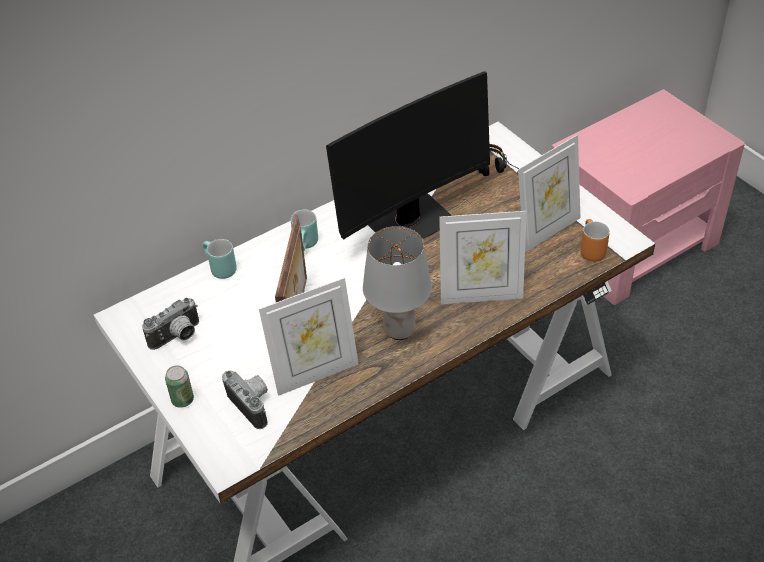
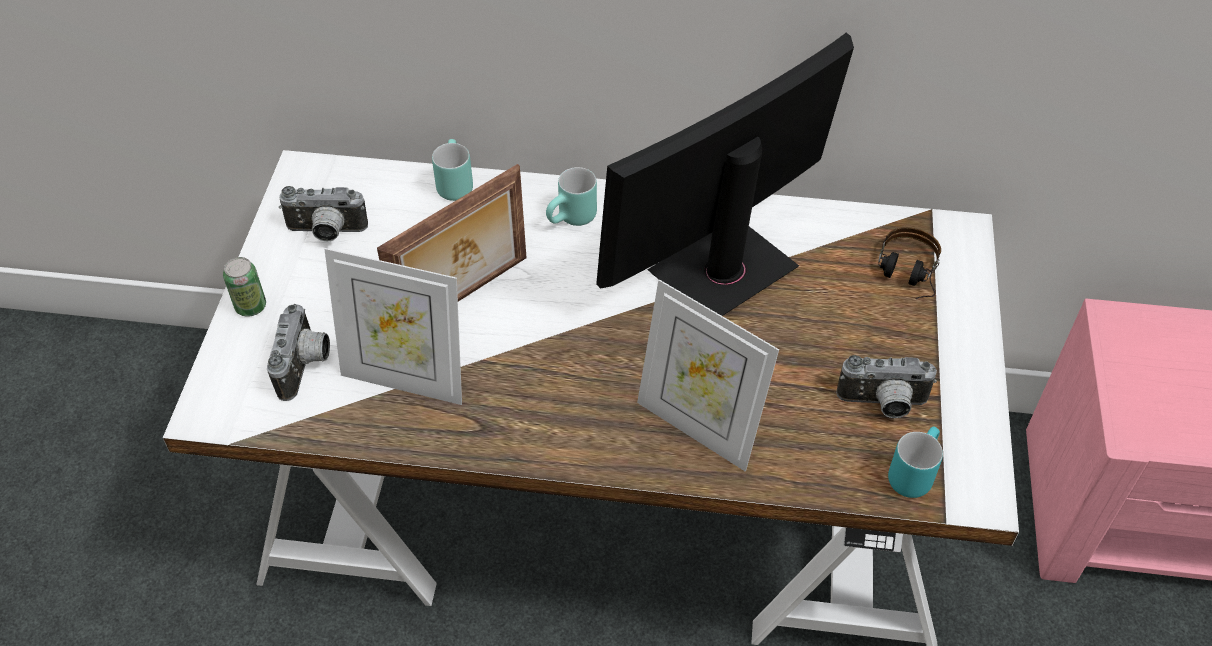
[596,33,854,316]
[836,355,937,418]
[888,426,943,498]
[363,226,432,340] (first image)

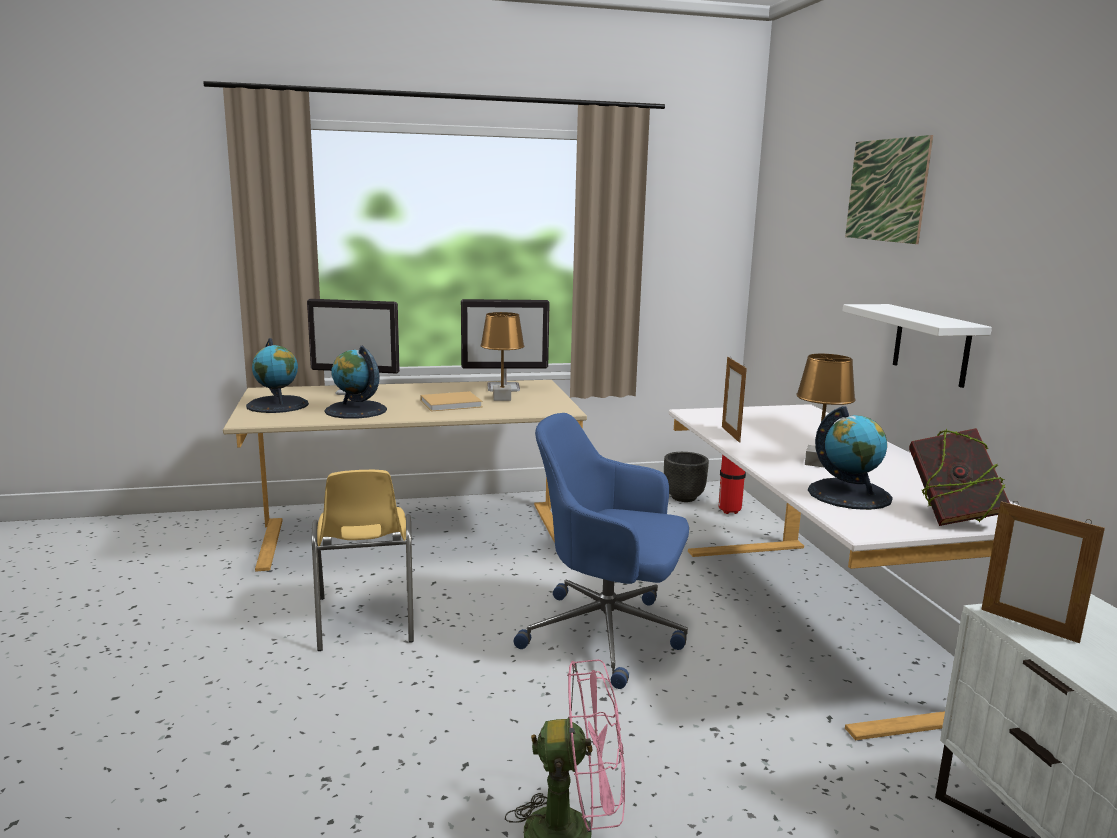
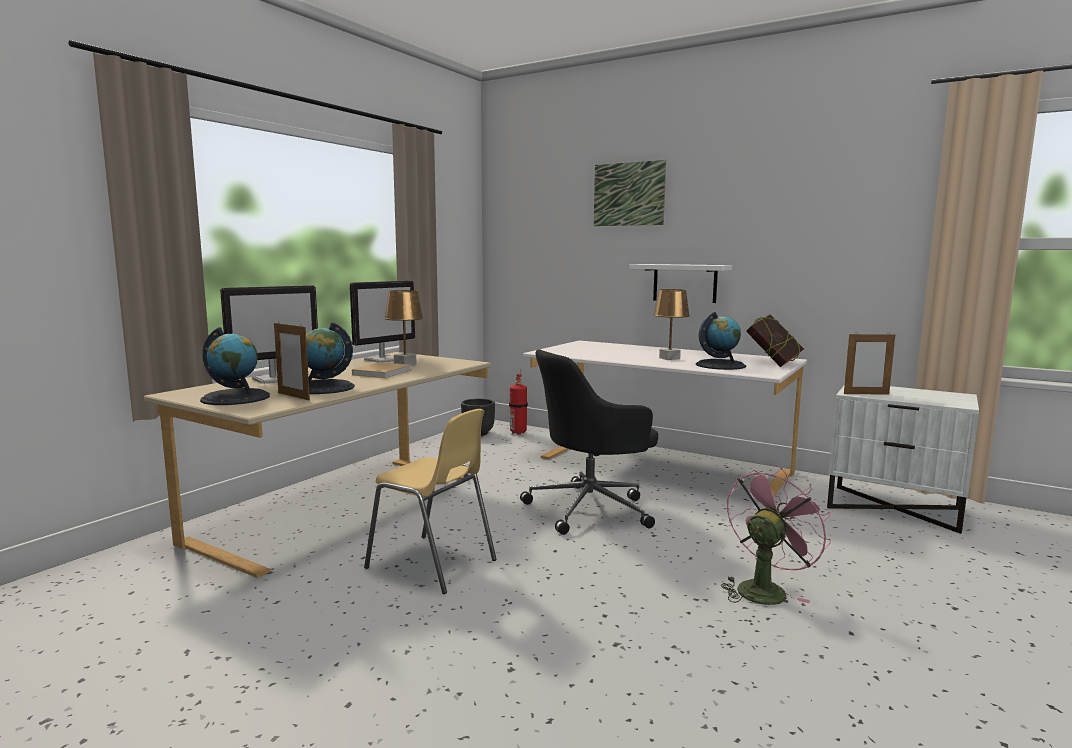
[274,321,310,400]
[520,349,658,535]

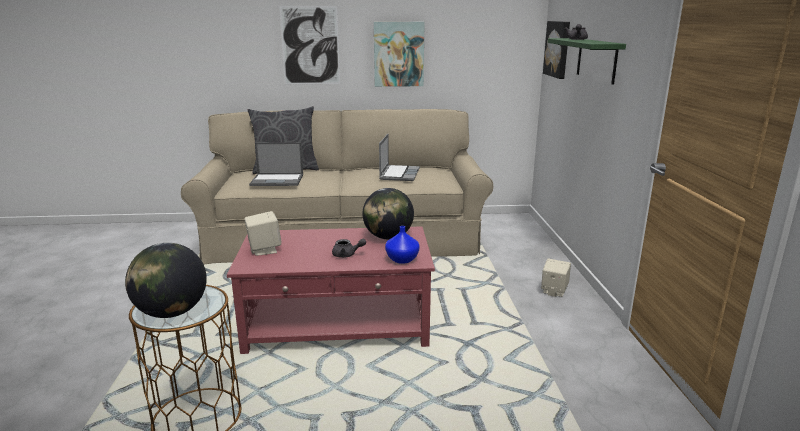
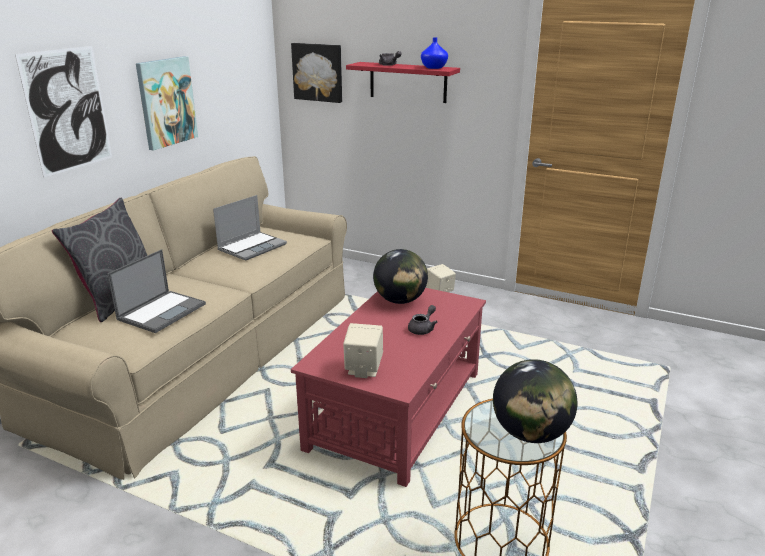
[213,195,287,261]
[346,62,460,103]
[421,37,448,69]

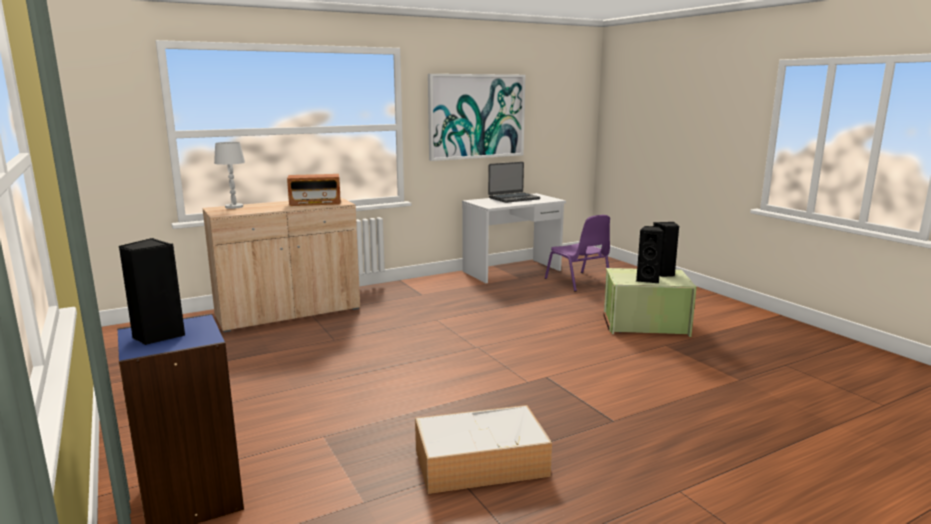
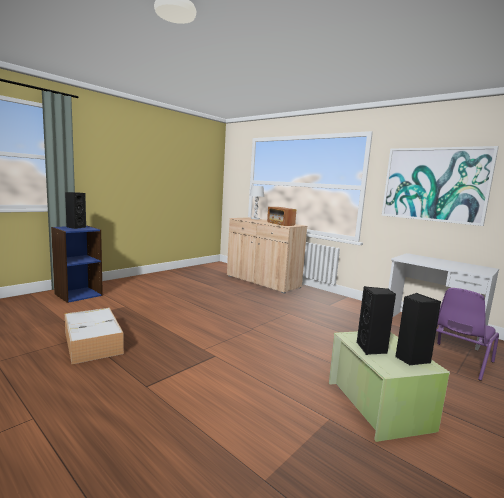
[488,162,540,203] (first image)

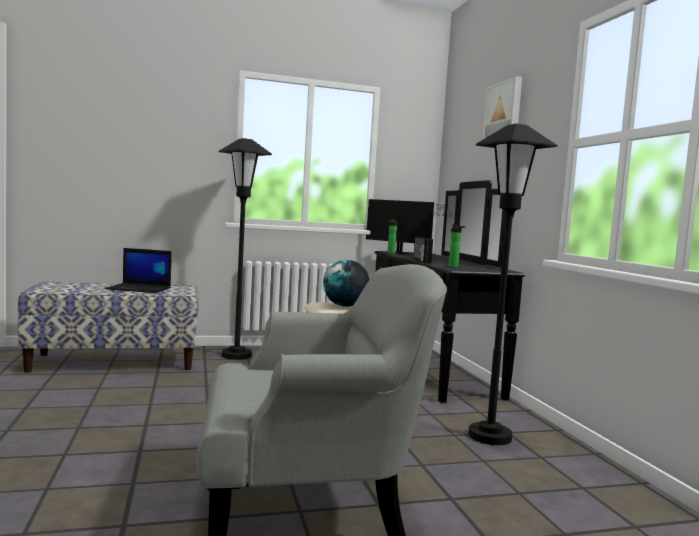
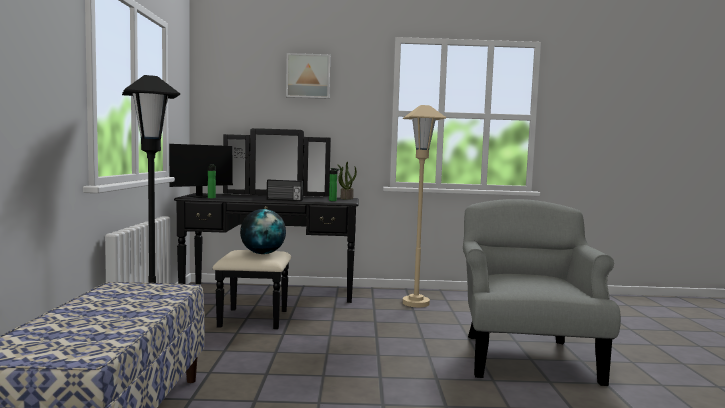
[337,162,357,200]
[403,105,446,307]
[105,248,172,293] (first image)

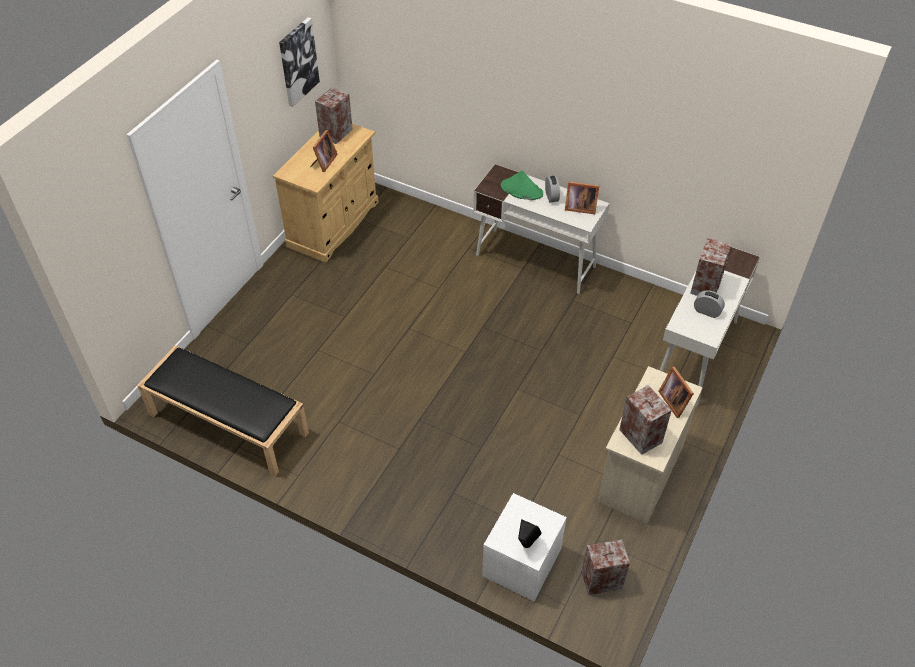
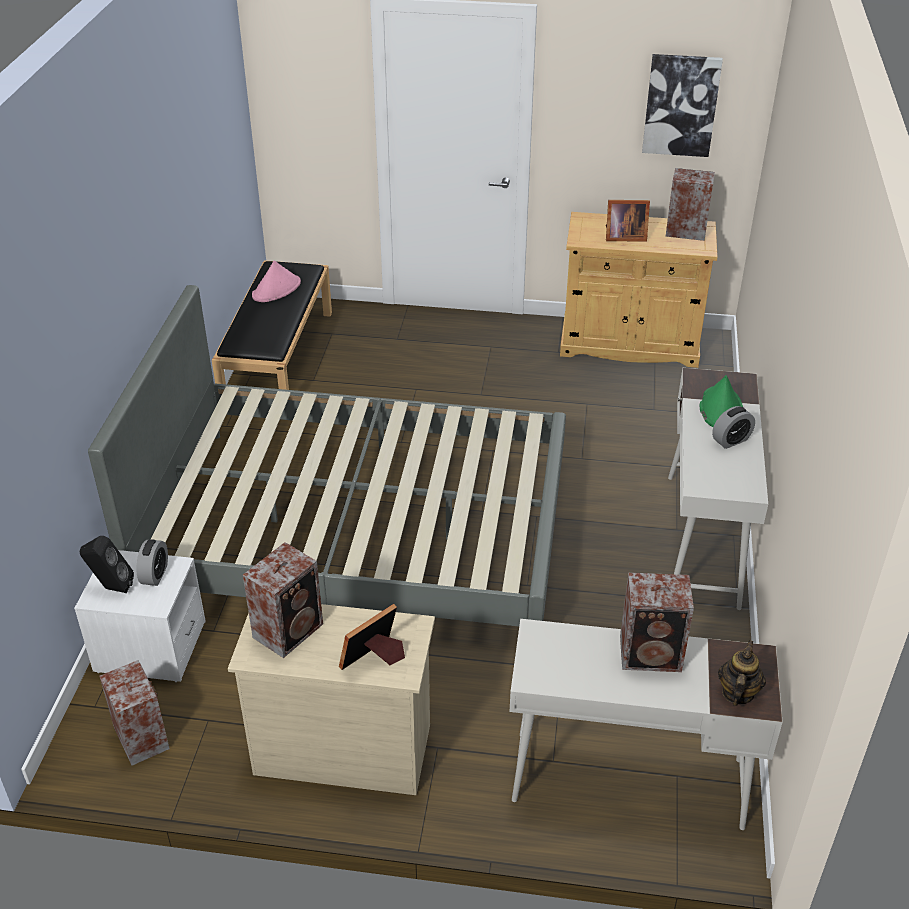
[88,285,566,627]
[137,539,168,586]
[252,260,301,302]
[718,640,766,706]
[565,182,599,214] (first image)

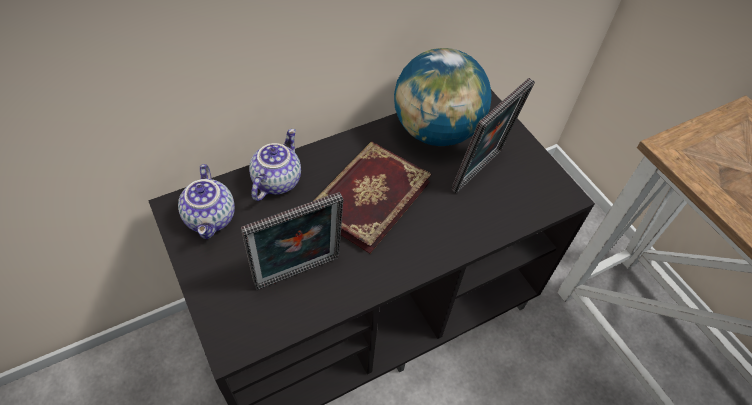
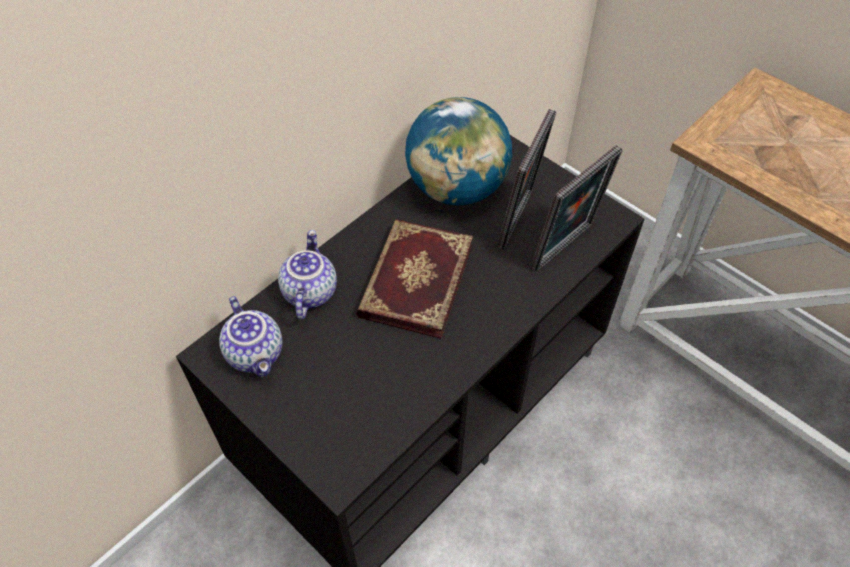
[531,145,623,272]

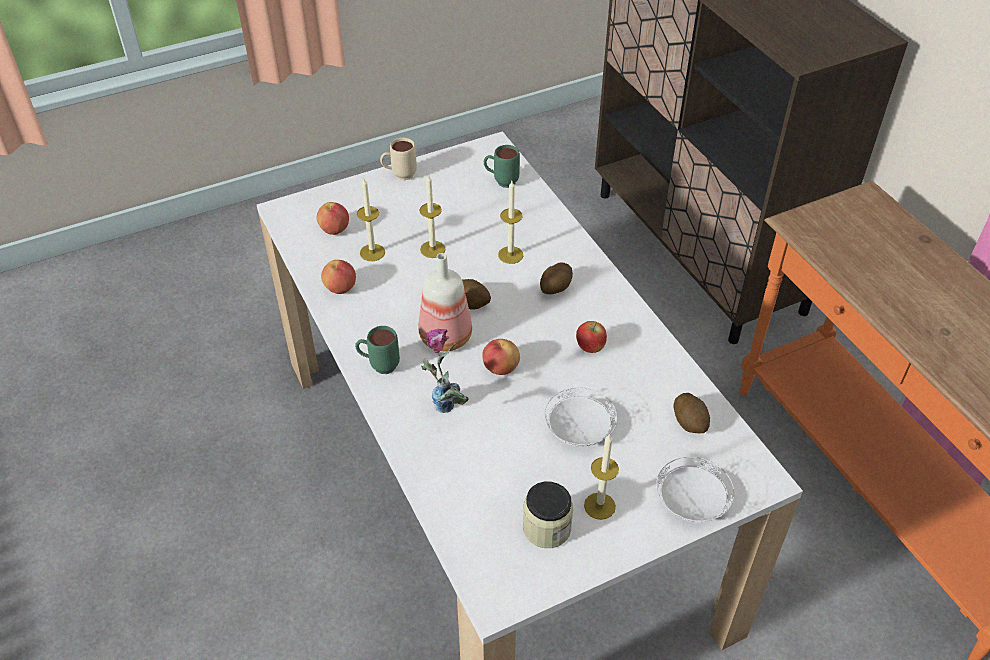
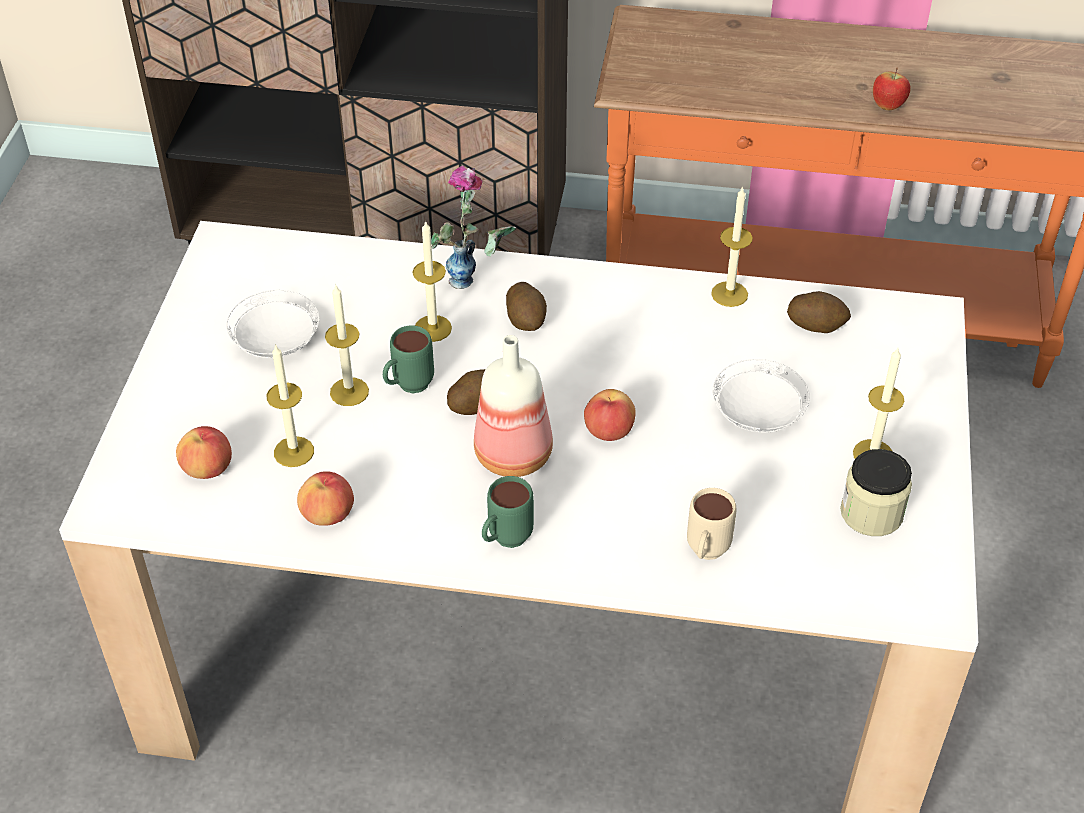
[226,290,320,358]
[383,325,434,393]
[431,166,516,289]
[687,488,737,560]
[711,186,753,307]
[873,68,911,110]

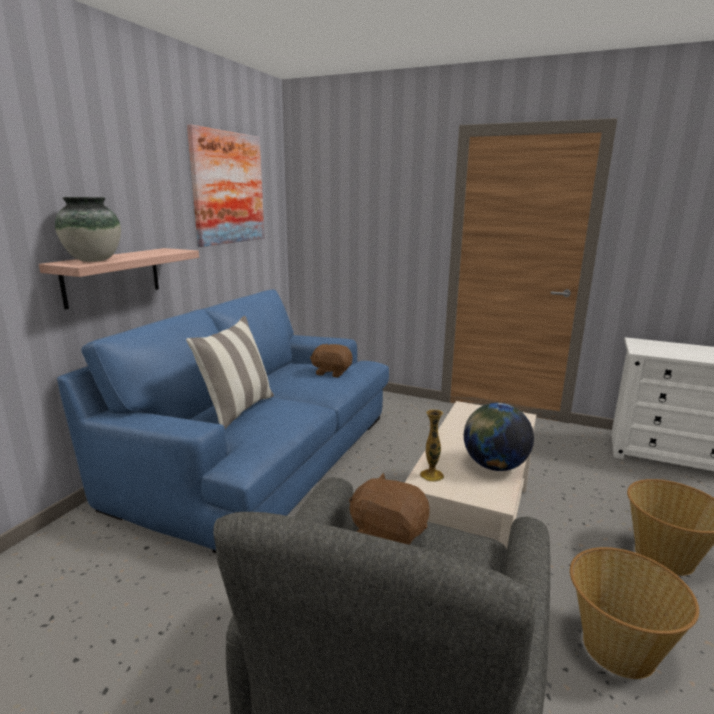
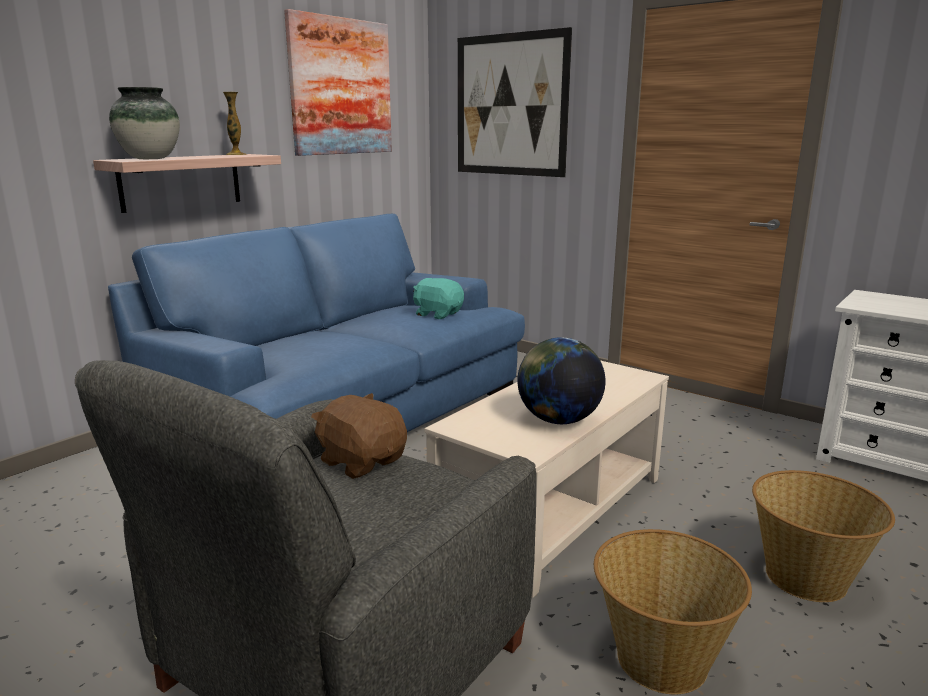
[223,92,247,155]
[413,278,464,319]
[458,27,572,177]
[186,316,274,429] (first image)

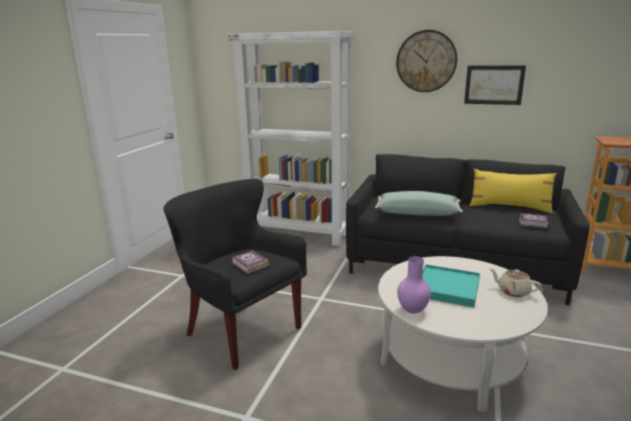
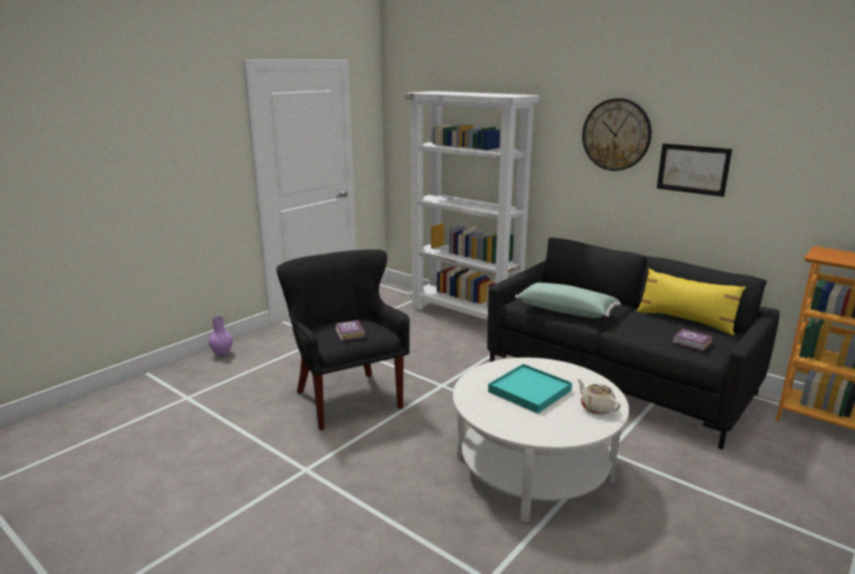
[209,316,232,356]

